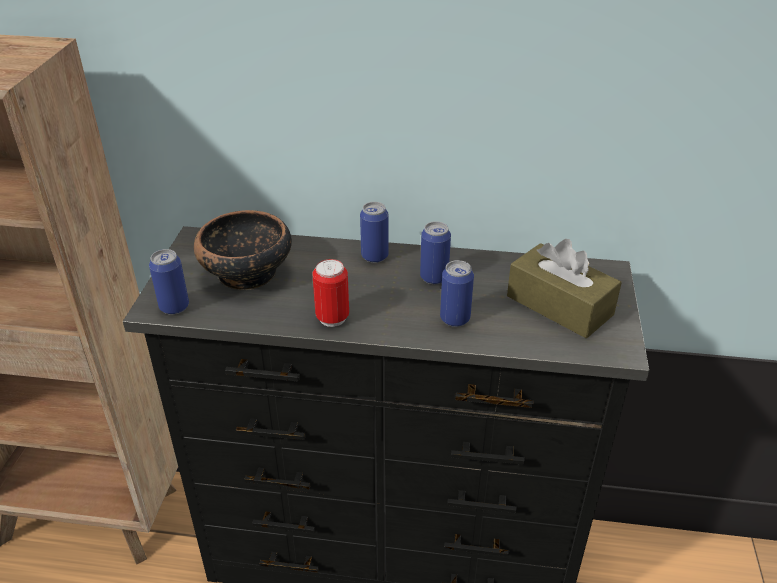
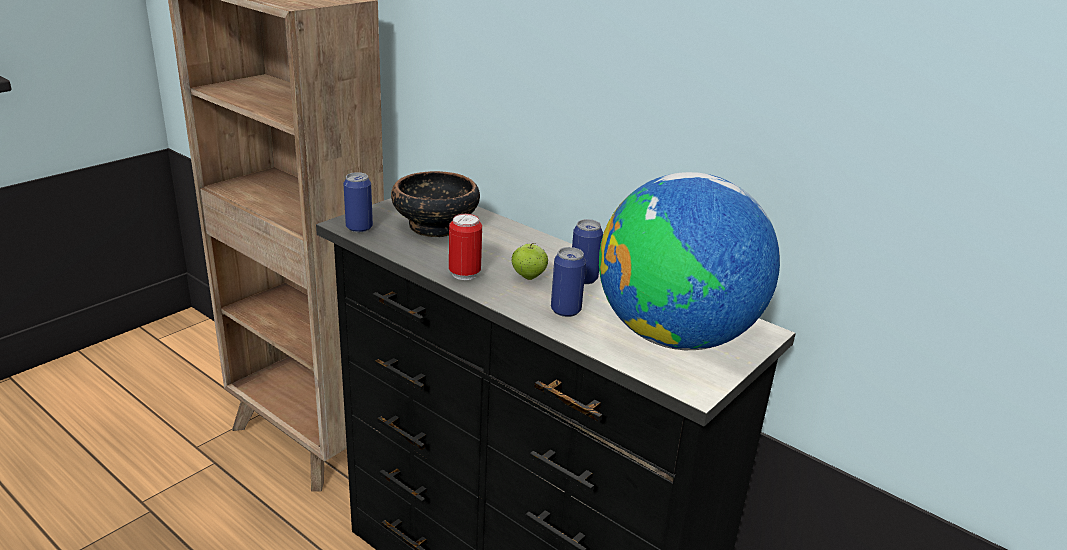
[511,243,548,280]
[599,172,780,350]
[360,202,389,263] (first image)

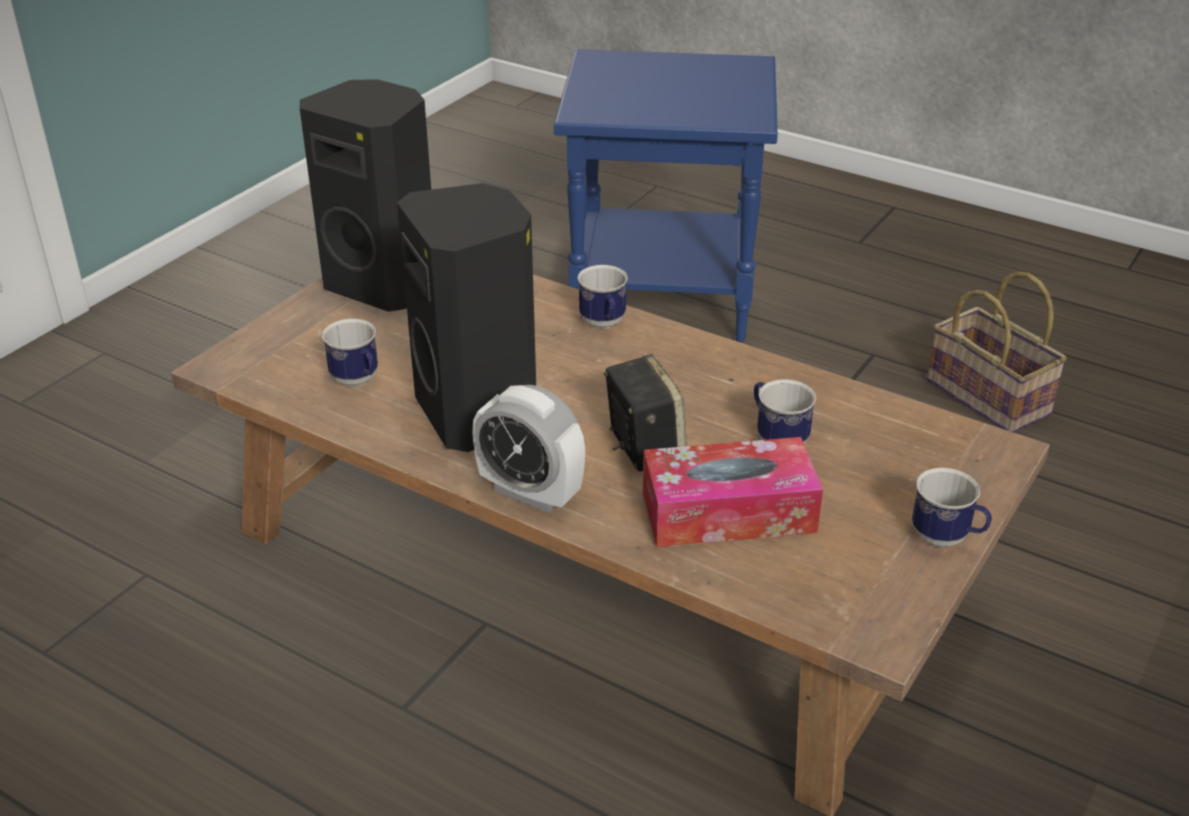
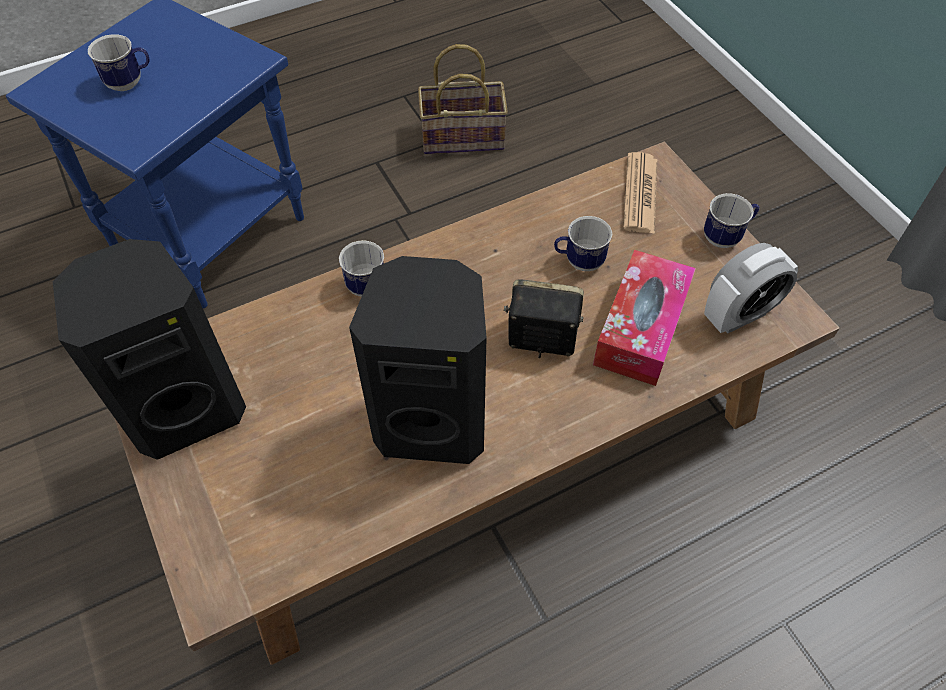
[88,34,149,91]
[623,152,657,234]
[704,243,798,334]

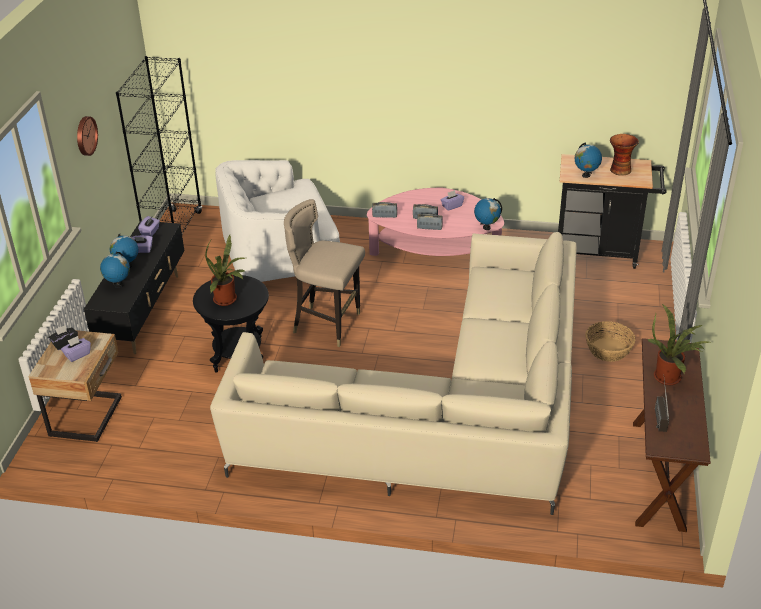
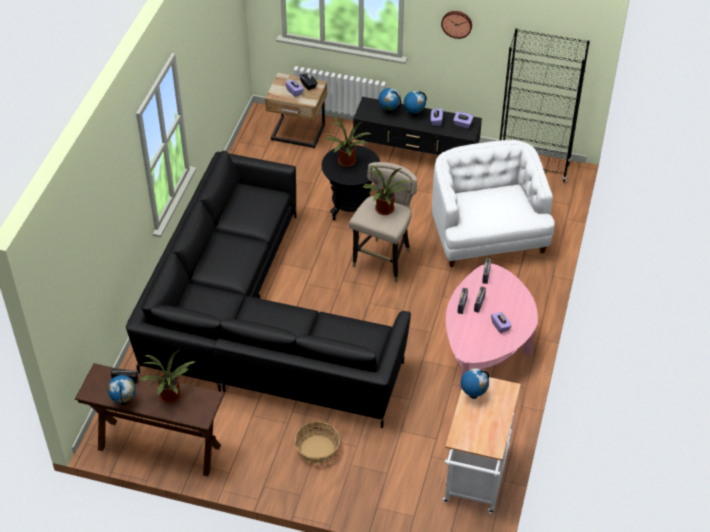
[108,375,136,405]
[126,151,411,428]
[363,165,412,215]
[442,377,521,514]
[610,134,639,176] (first image)

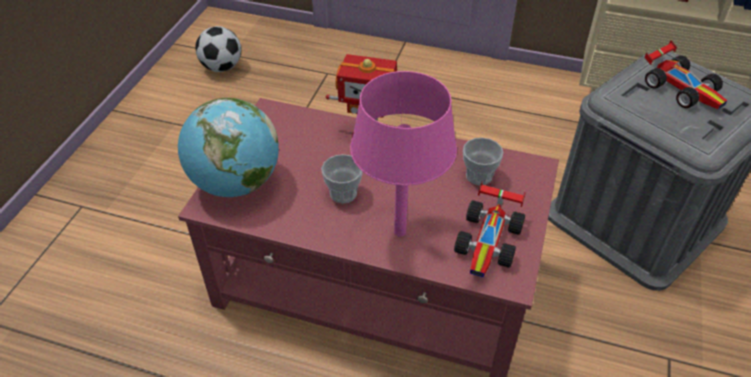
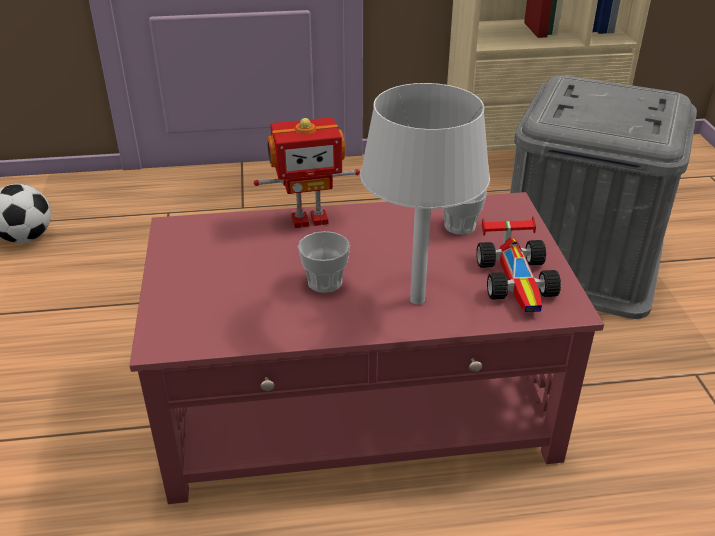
[360,83,490,305]
[178,98,279,197] (first image)
[644,40,727,109] (first image)

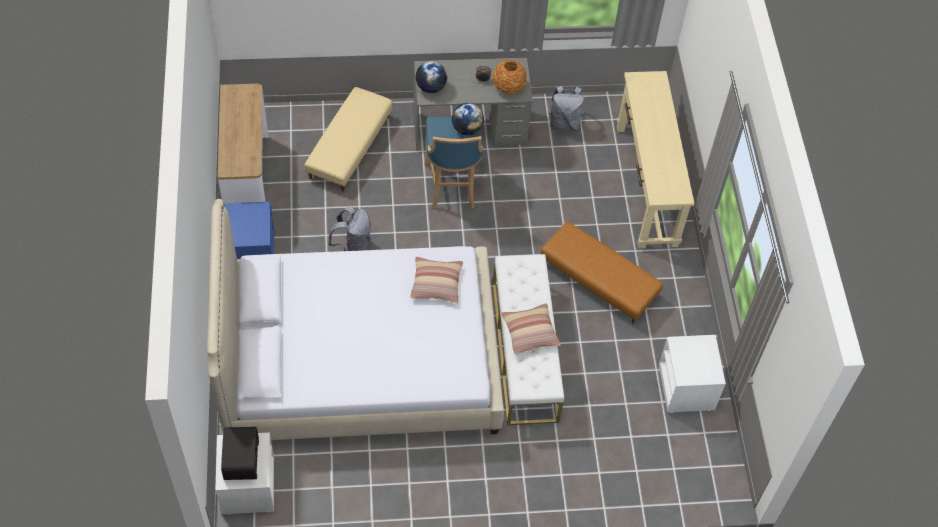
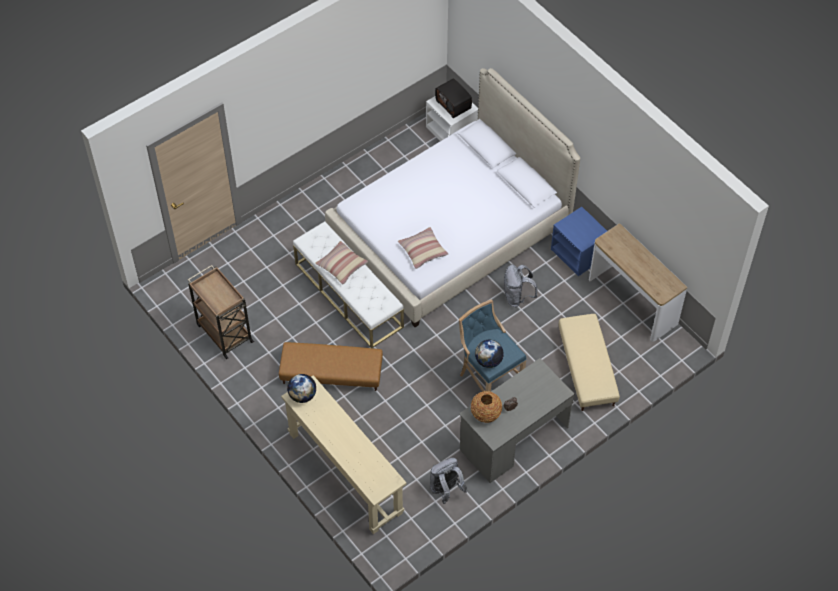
[188,265,254,359]
[287,374,316,403]

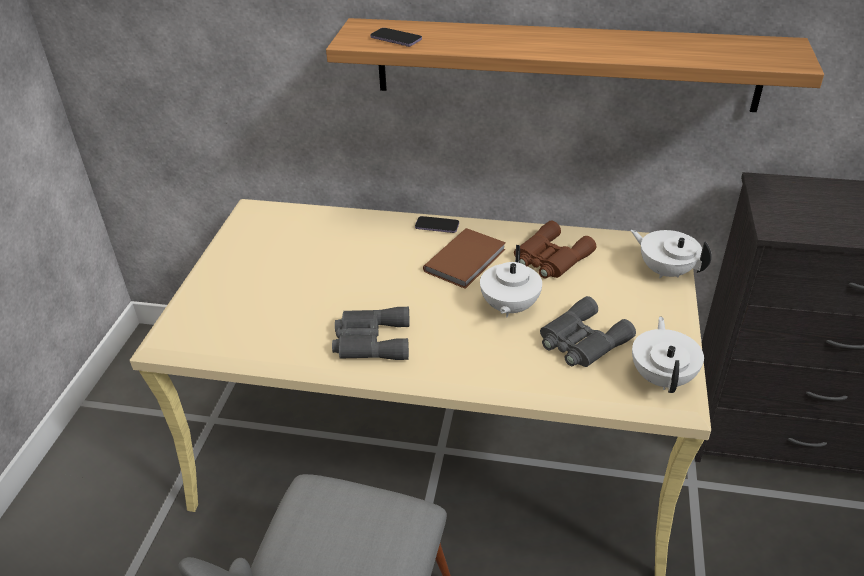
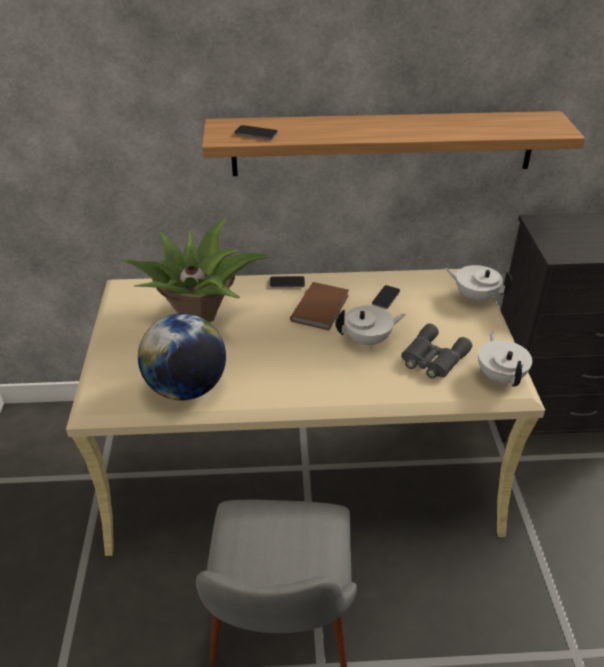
[122,219,270,322]
[138,313,226,400]
[335,305,406,349]
[372,285,400,309]
[332,307,409,360] (first image)

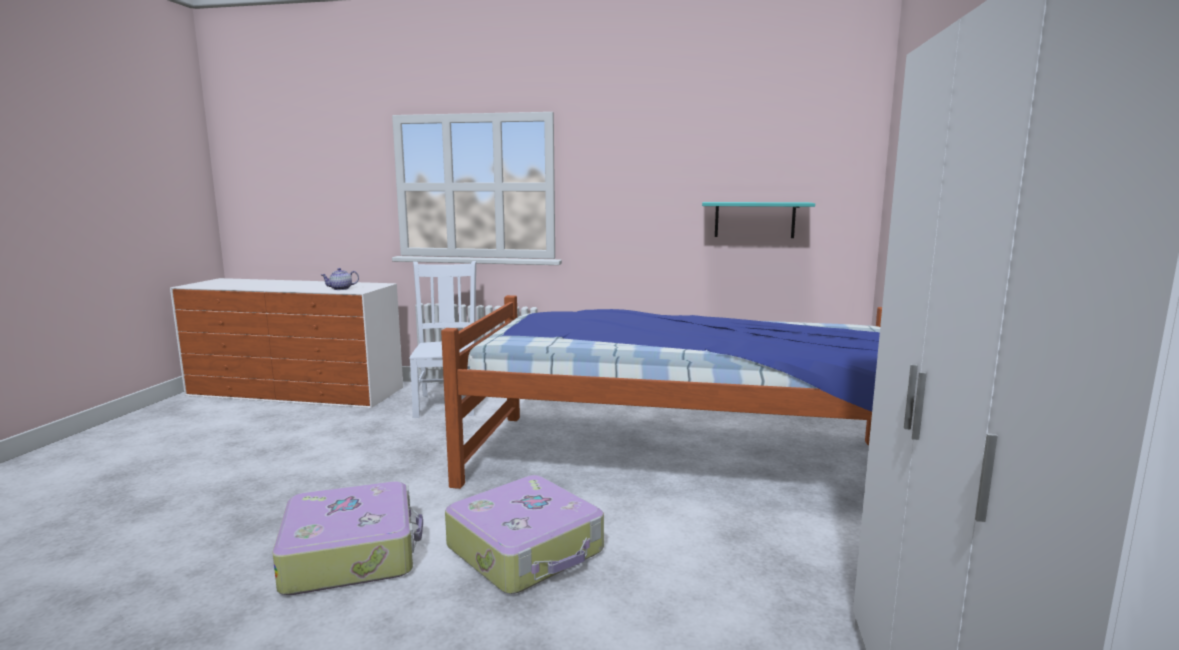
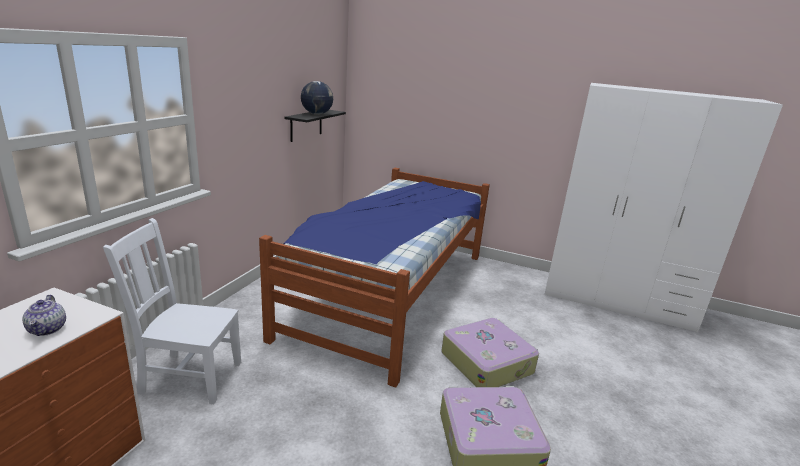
[285,110,346,142]
[301,81,333,115]

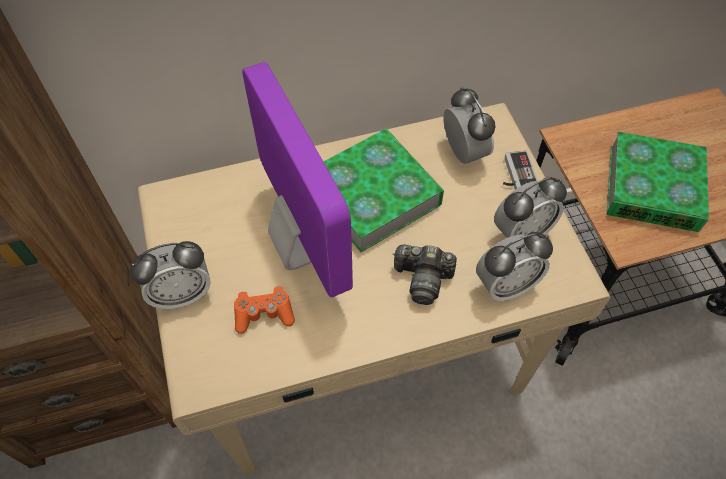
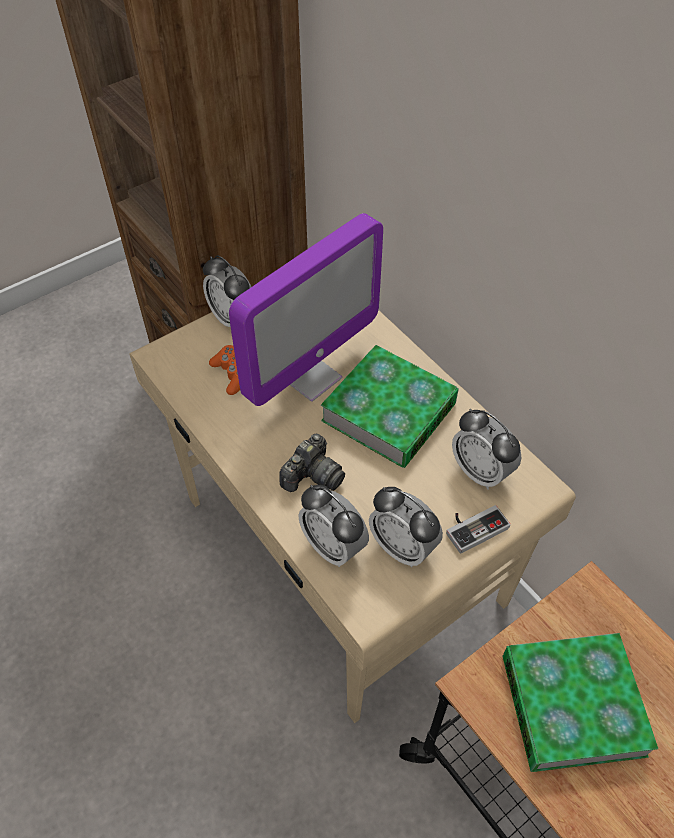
[280,434,345,492]
[452,409,521,490]

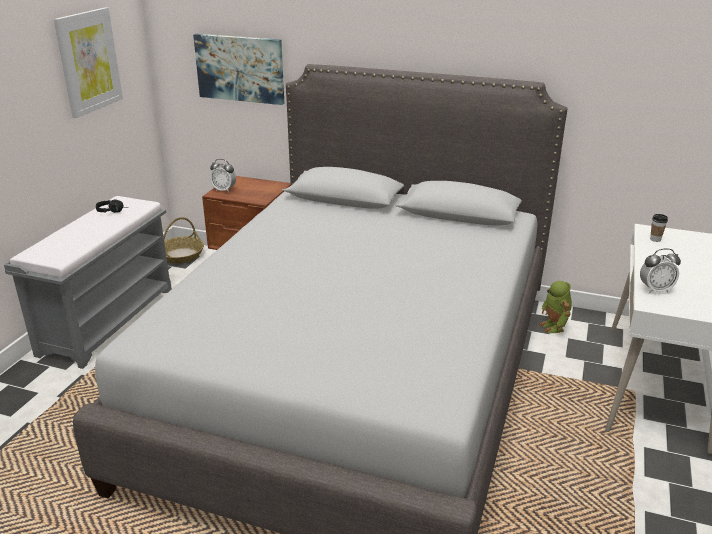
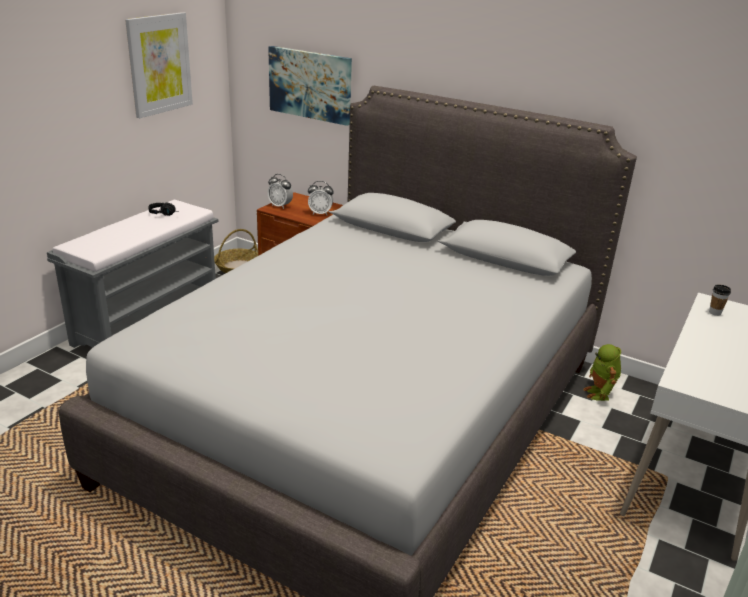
[308,181,334,215]

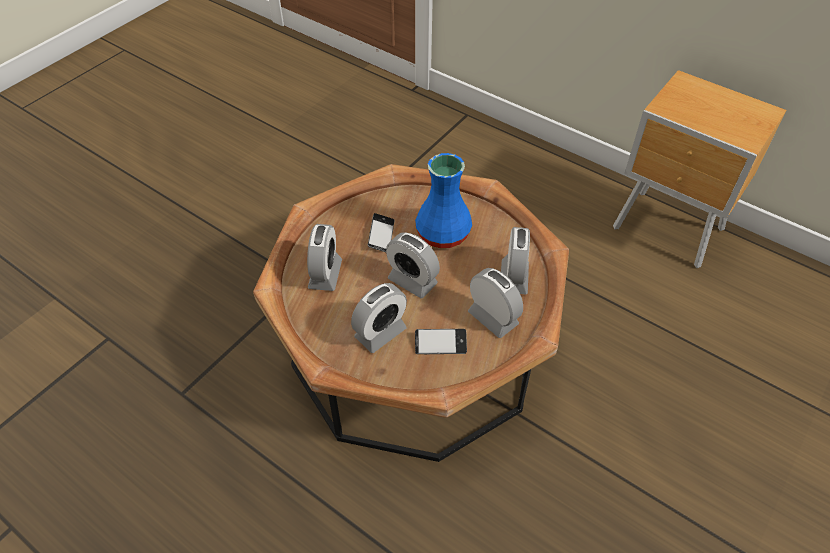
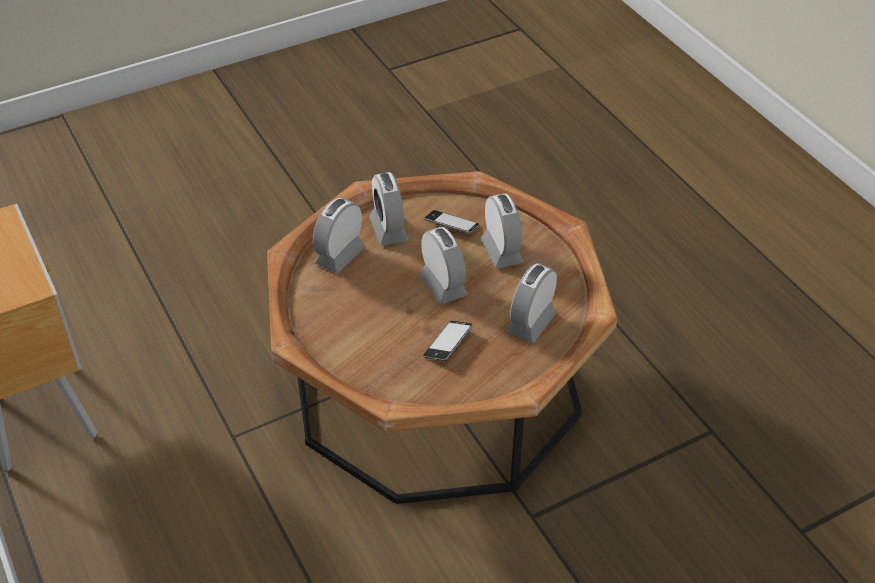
[481,193,524,269]
[415,153,472,248] (first image)

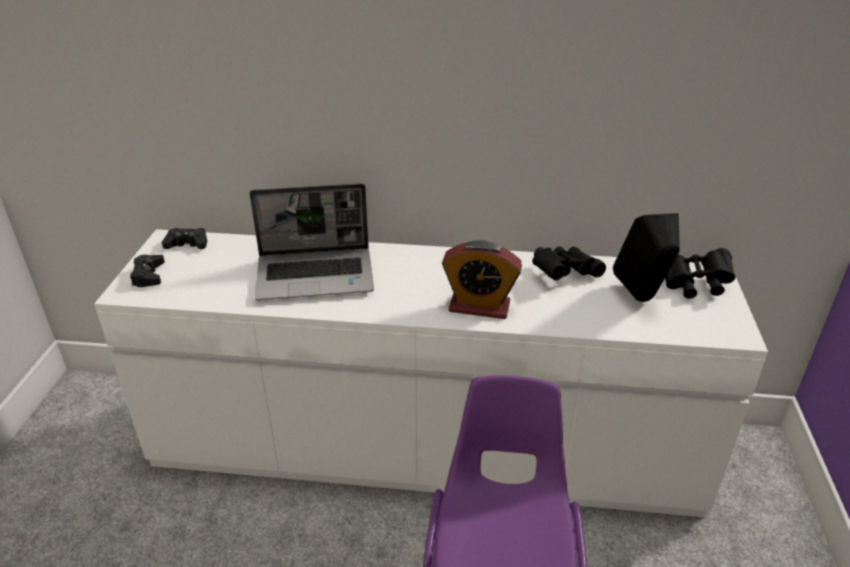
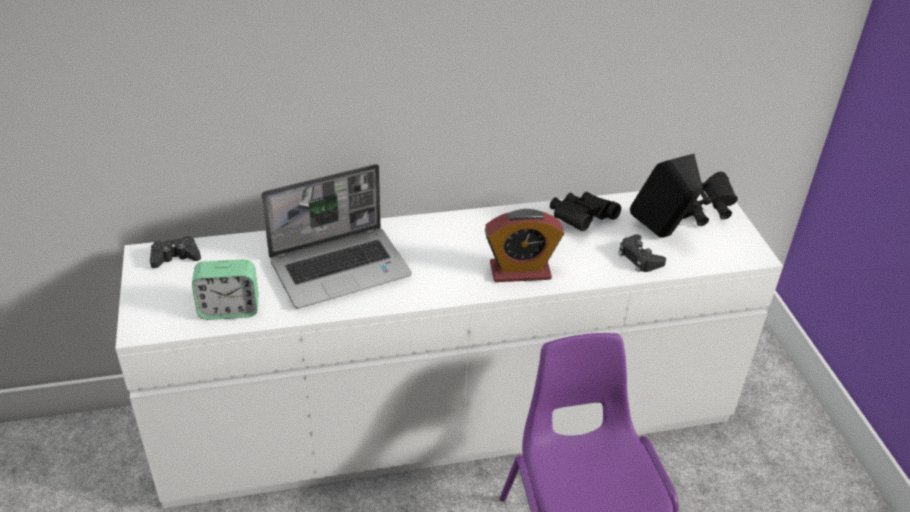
[192,259,258,320]
[618,234,666,272]

